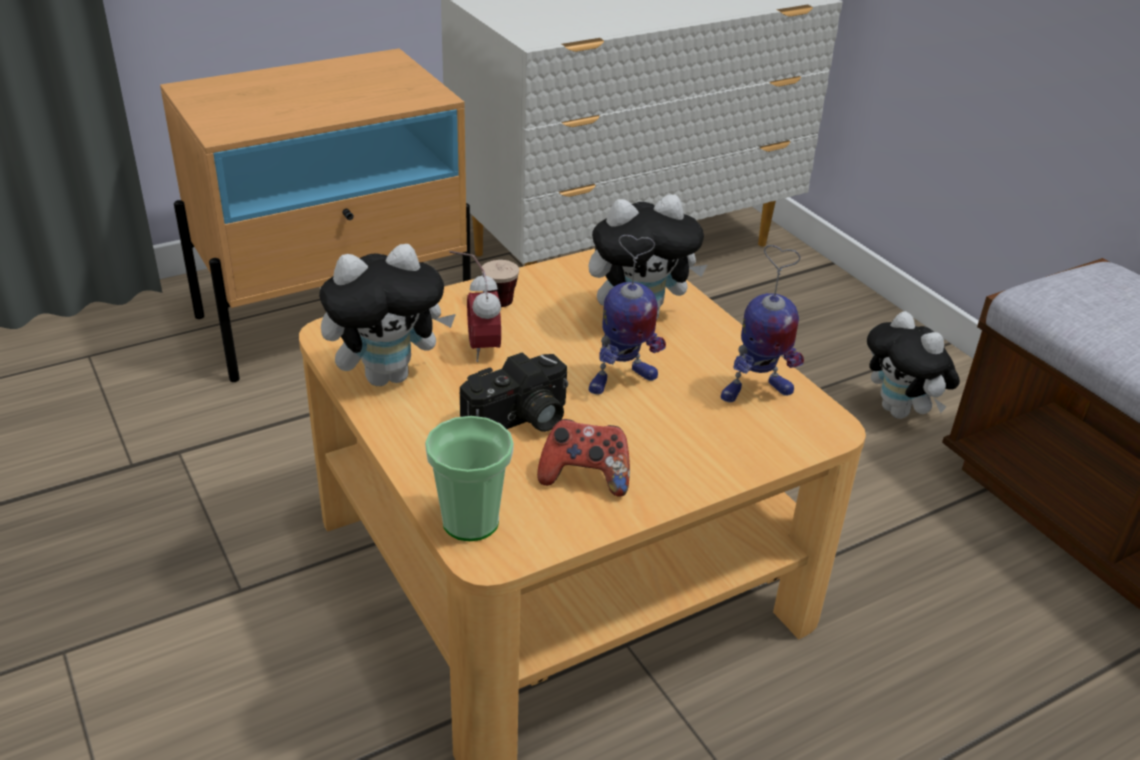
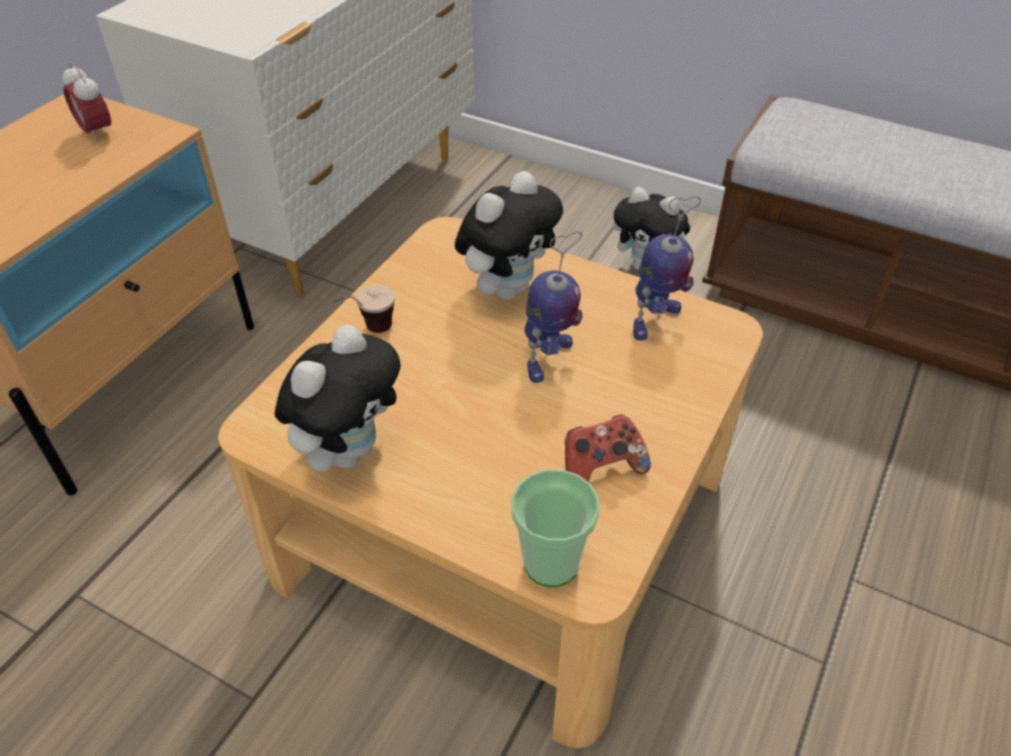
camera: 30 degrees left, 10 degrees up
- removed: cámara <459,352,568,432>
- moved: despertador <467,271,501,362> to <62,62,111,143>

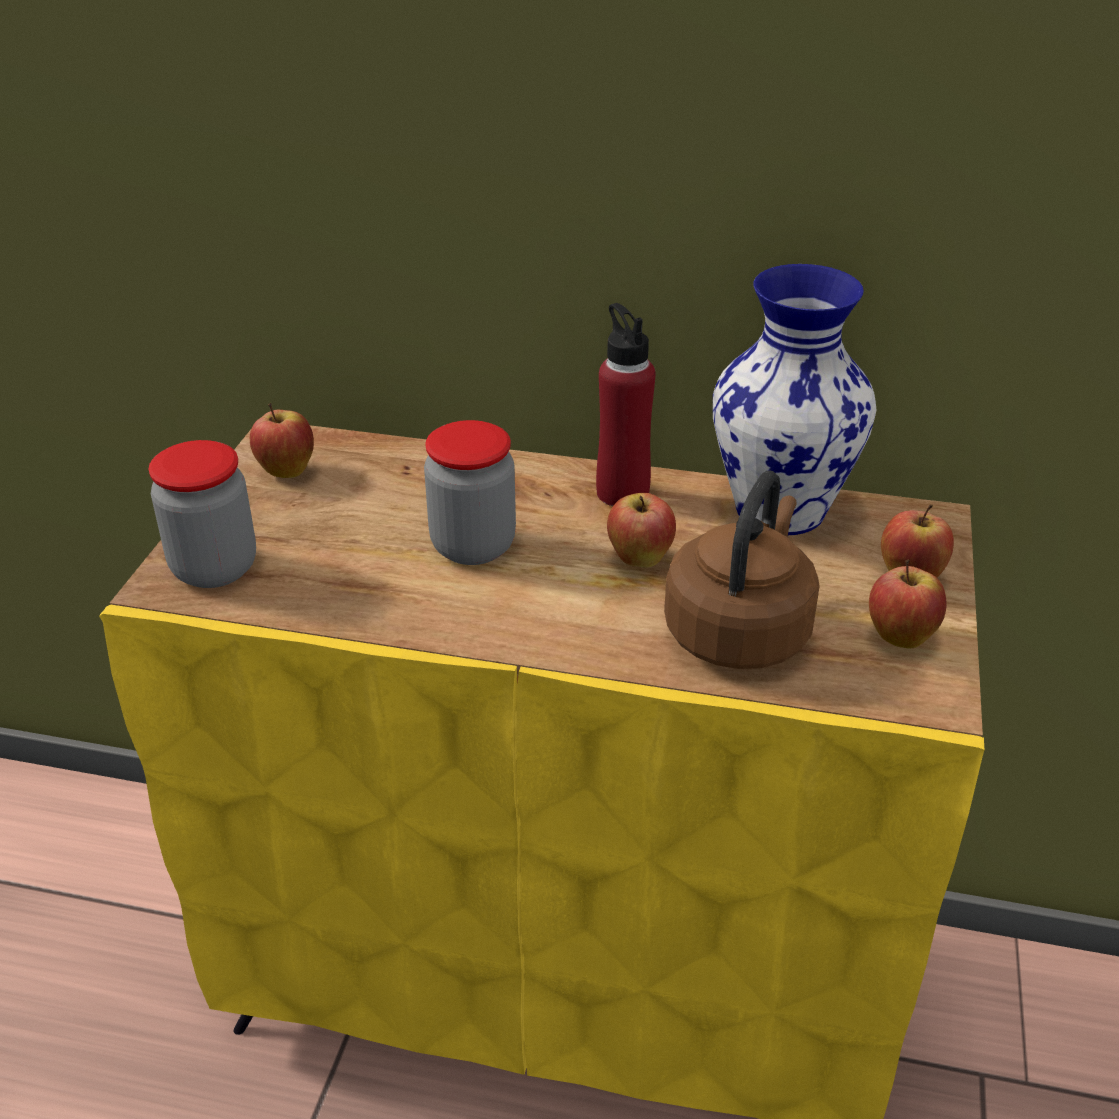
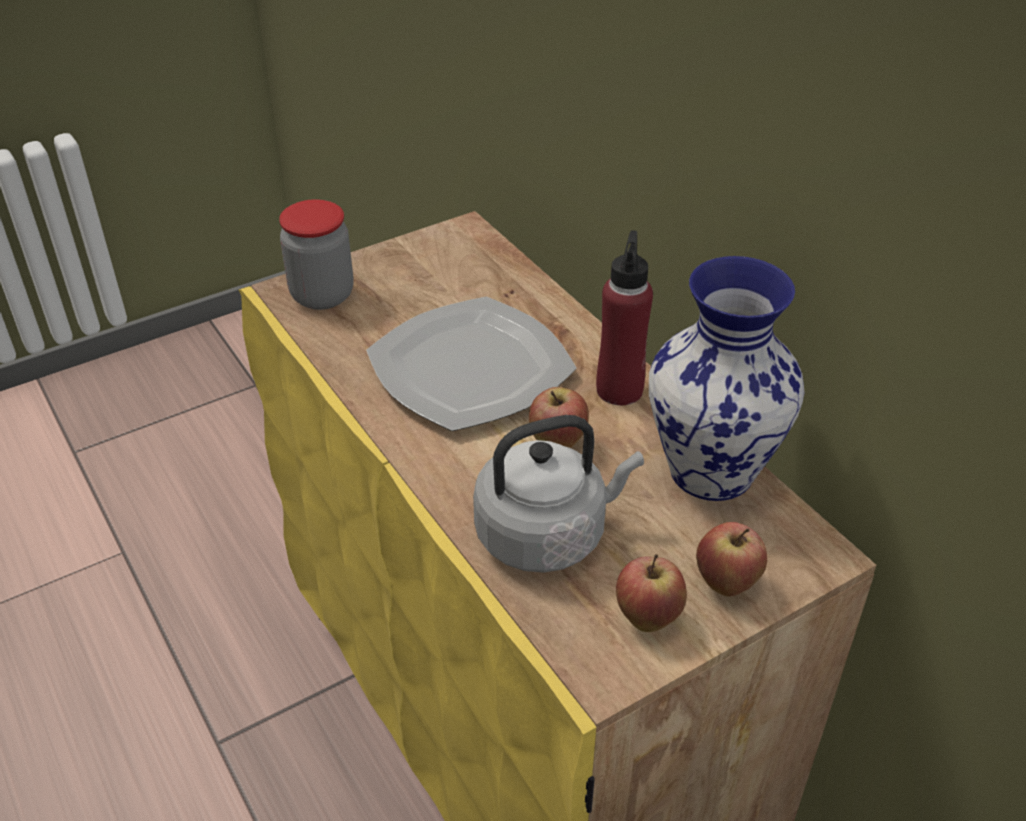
camera: 45 degrees right, 5 degrees up
- removed: manzana <250,403,314,478>
- replaced: tarro <424,420,516,565> to plato <366,296,577,431>
- recoloured: hervidor [marrón] <664,470,820,669> to hervidor [gris] <473,415,644,573>

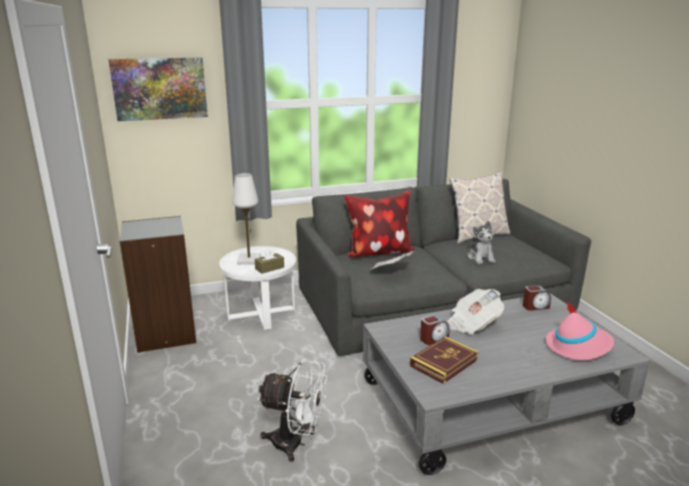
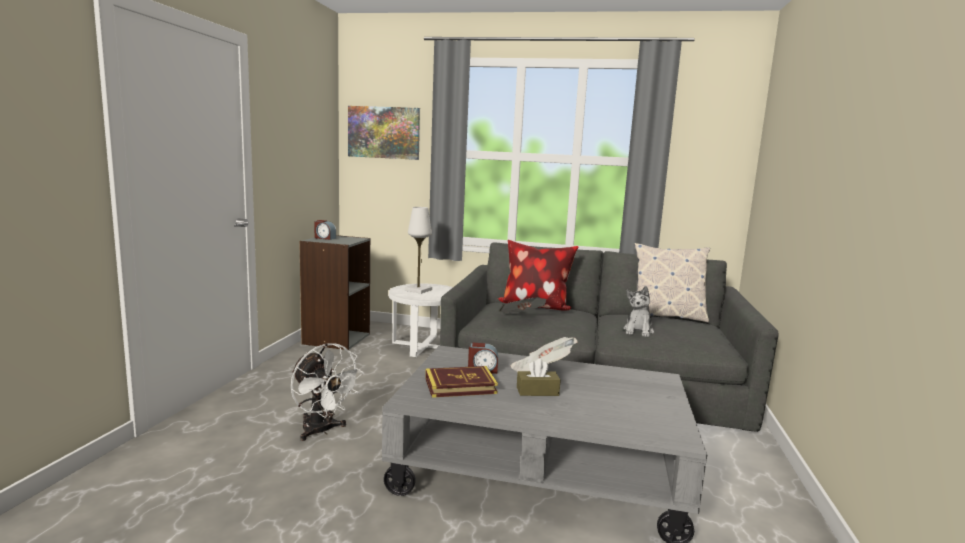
camera: 30 degrees right, 10 degrees down
- moved: caja de pañuelos [marrón] <255,247,284,274> to <517,359,561,396>
- moved: despertador <523,285,551,311> to <314,220,336,240>
- removed: sombrero [rosa] <546,300,614,360>

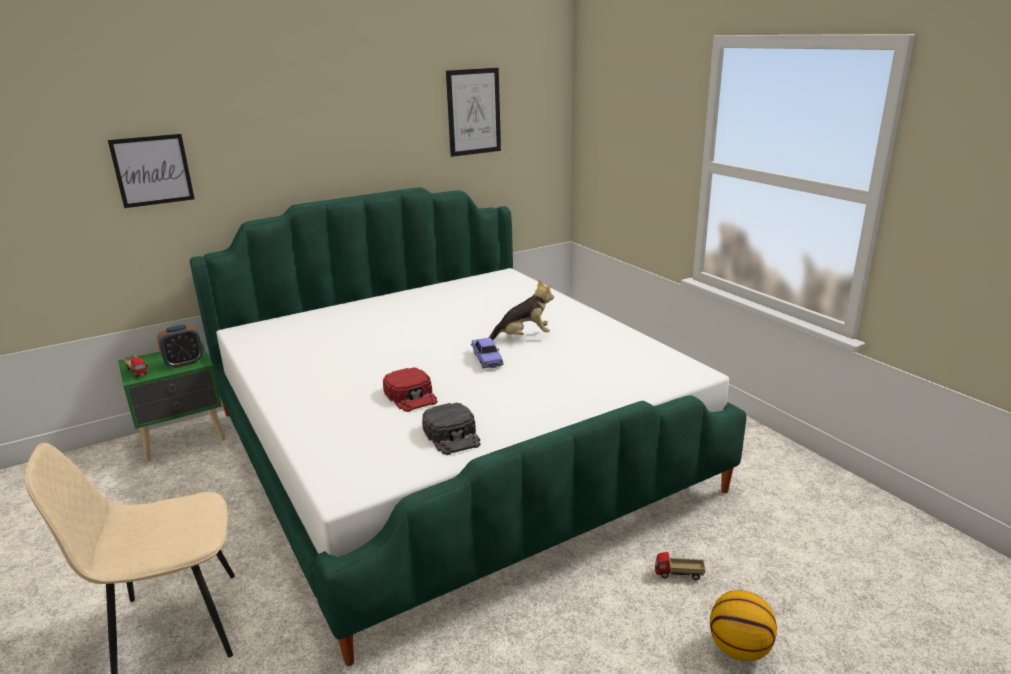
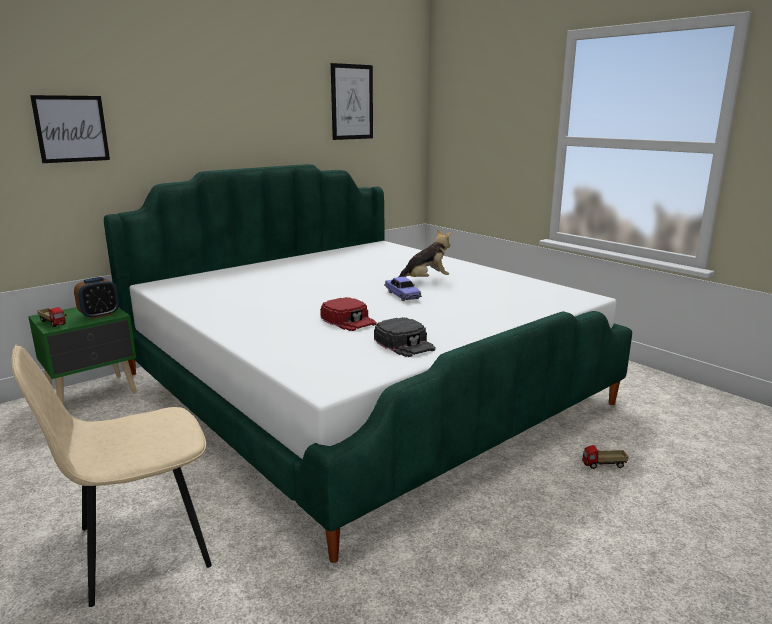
camera: 10 degrees left, 5 degrees down
- removed: balón de baloncesto <710,590,777,661>

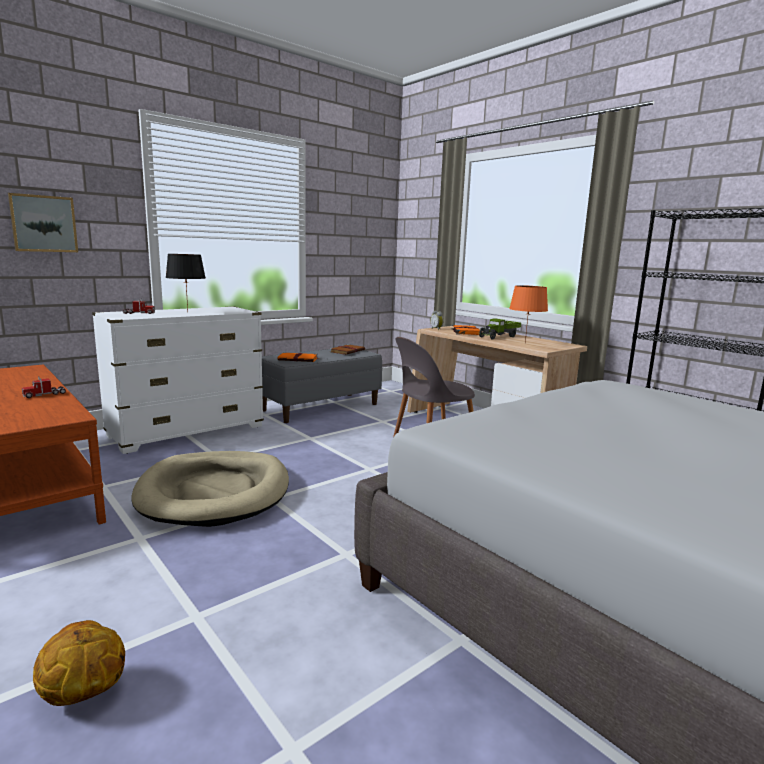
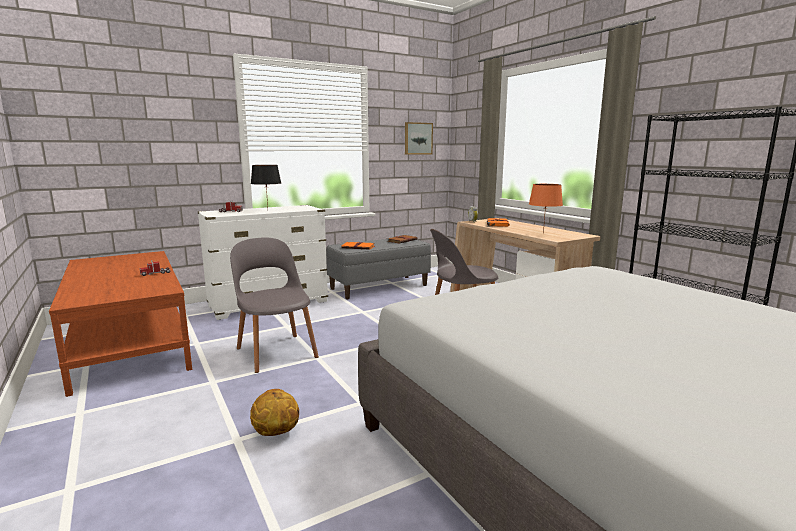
camera: 10 degrees right, 0 degrees up
- moved: cuadro <8,193,78,252> to <405,122,433,155>
- moved: balón de baloncesto <33,620,125,706> to <250,389,299,436>
- replaced: cama para perro [beis] <131,451,289,527> to silla [gris] <230,237,319,373>
- removed: camión de juguete <478,318,521,339>

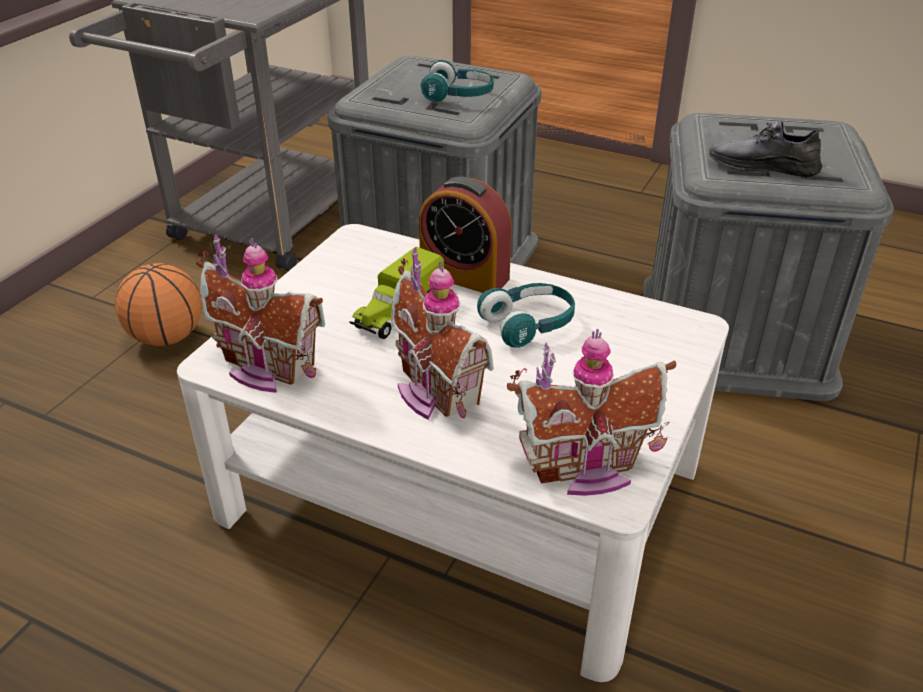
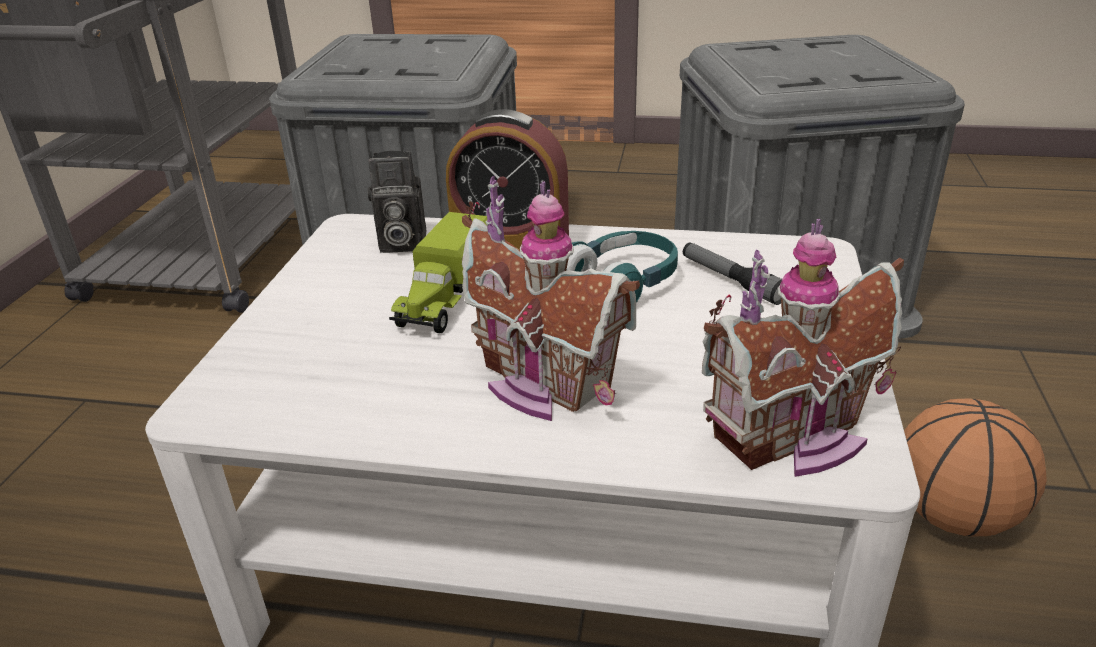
camera: 15 degrees left, 5 degrees down
- moved: balón de baloncesto <115,263,202,346> to <904,398,1047,537>
- removed: casita <196,234,325,393>
- removed: auriculares [turquesa] <420,60,494,102>
- removed: zapato [gris] <709,120,822,177>
- added: cámara <368,151,426,253>
- added: linterna <683,242,782,305>

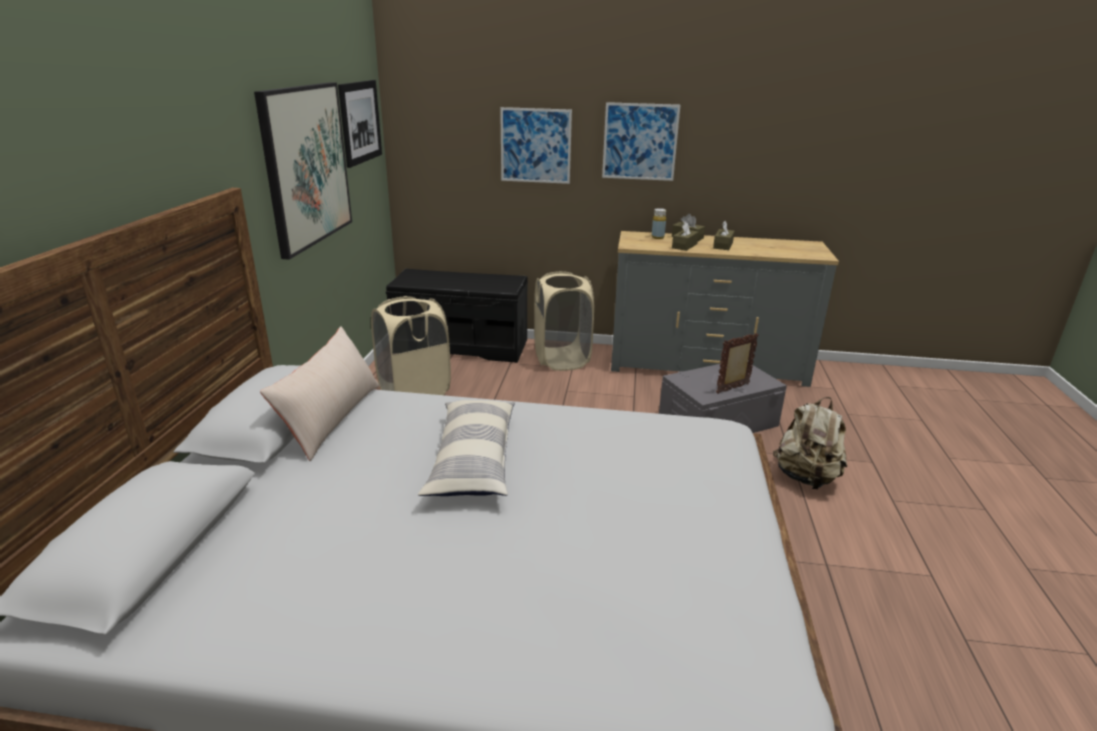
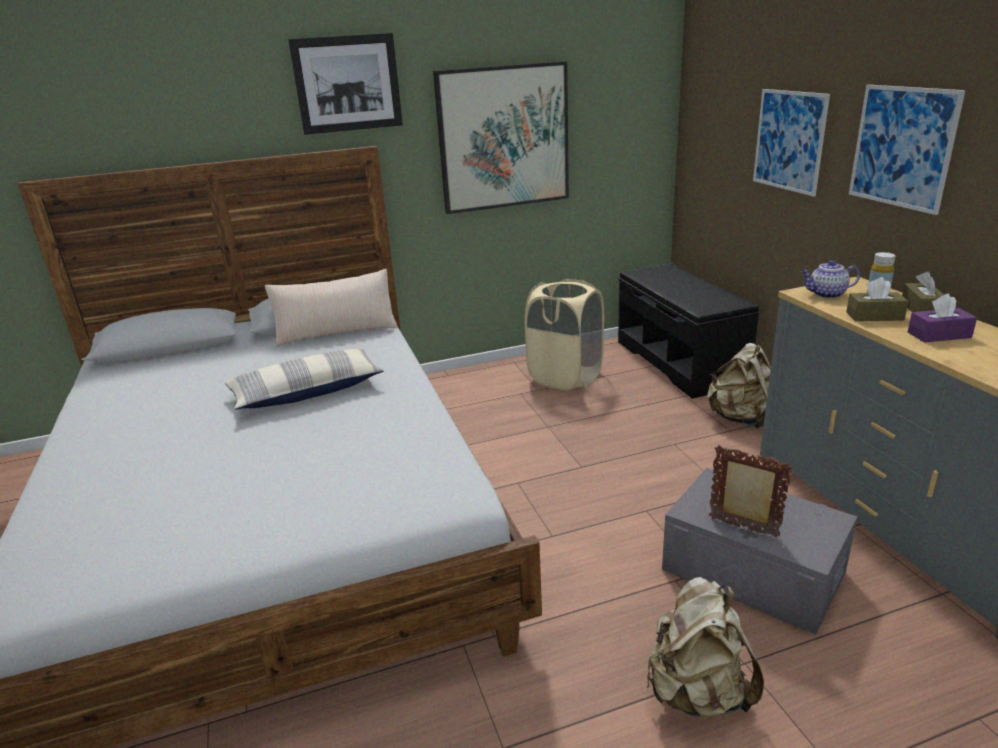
camera: 65 degrees right, 0 degrees up
- moved: cuadro <338,80,382,168> to <288,33,403,135>
- replaced: cesto de la ropa [beis] <534,271,594,371> to mochila [beis] <706,343,771,429>
- recoloured: caja de pañuelos [marrón] <713,221,735,250> to caja de pañuelos [morado] <908,293,977,343>
- added: tetera <801,260,860,298>

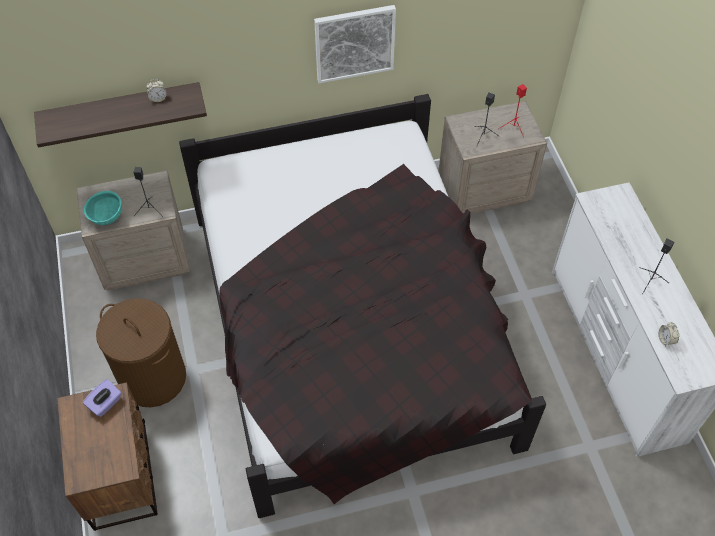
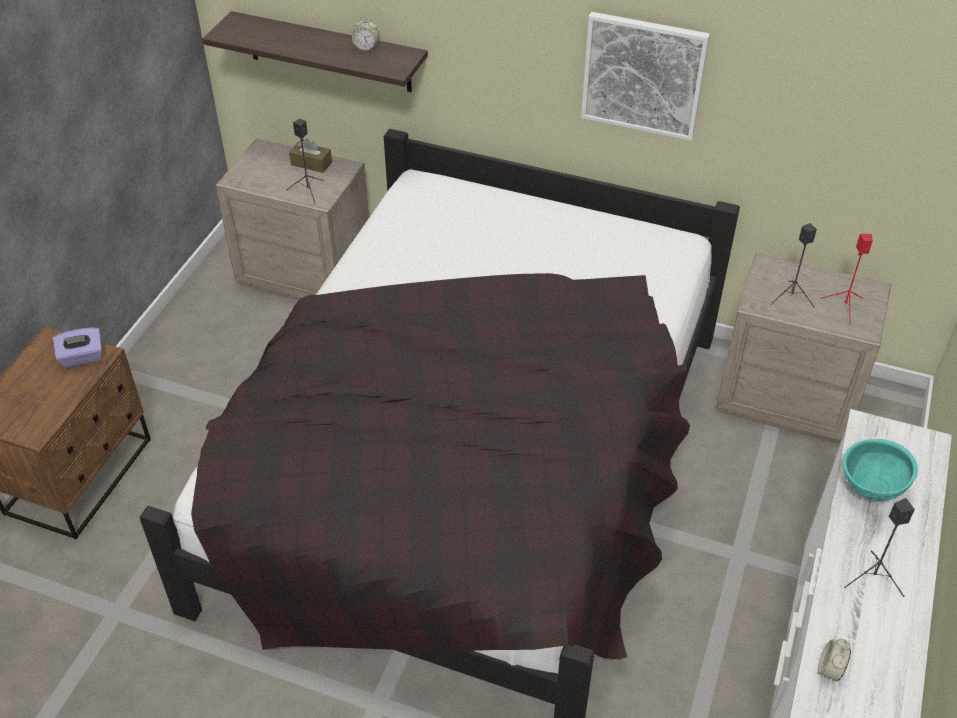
camera: 35 degrees right, 10 degrees down
- moved: cuenco [turquesa] <84,191,122,225> to <843,439,918,501>
- removed: cesto de la ropa [marrón] <96,298,186,407>
- added: caja de pañuelos [marrón] <289,138,332,173>

